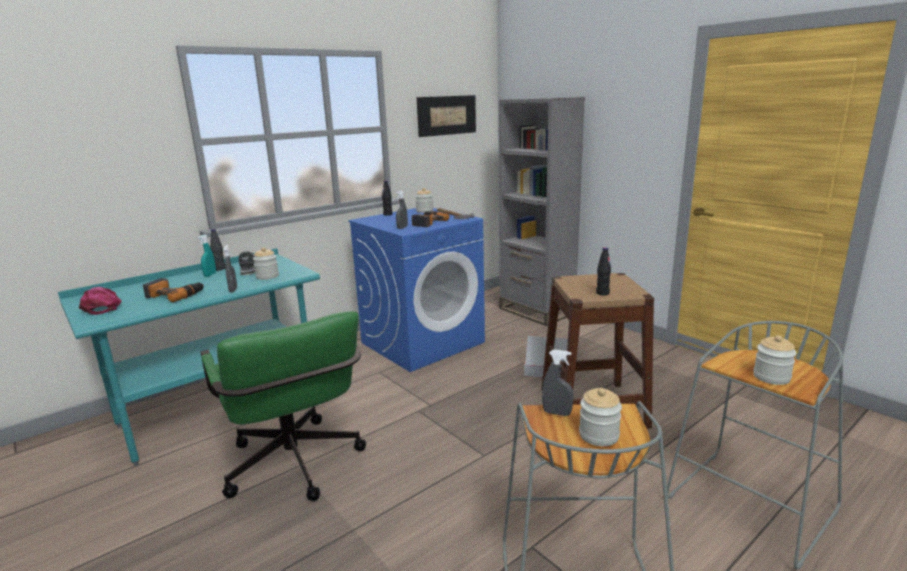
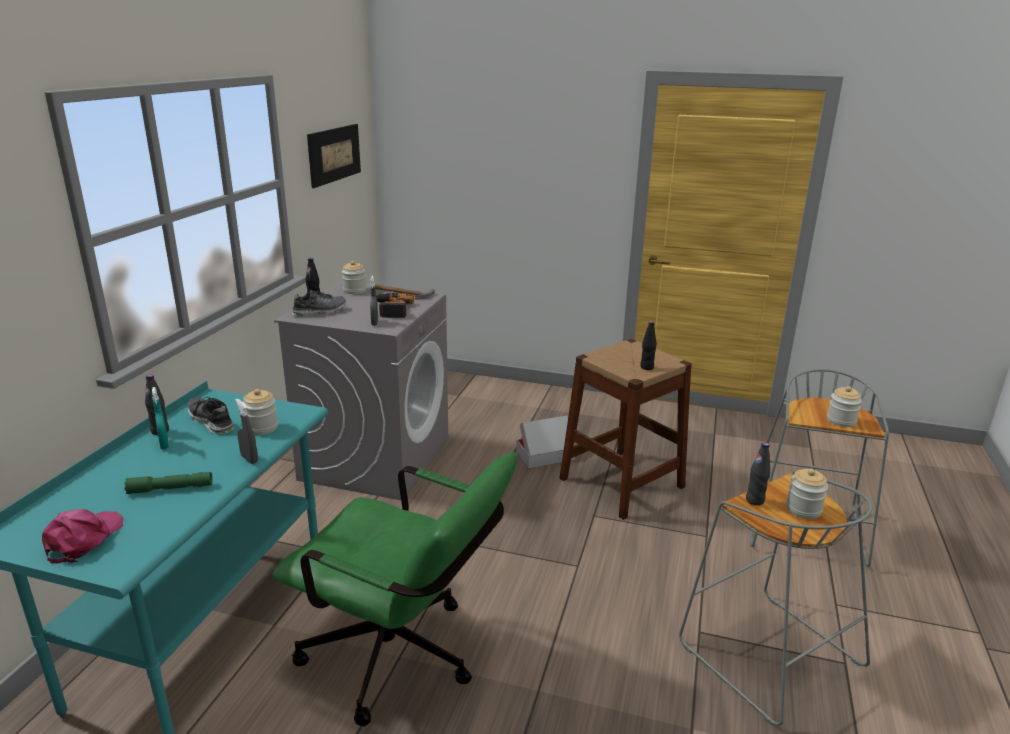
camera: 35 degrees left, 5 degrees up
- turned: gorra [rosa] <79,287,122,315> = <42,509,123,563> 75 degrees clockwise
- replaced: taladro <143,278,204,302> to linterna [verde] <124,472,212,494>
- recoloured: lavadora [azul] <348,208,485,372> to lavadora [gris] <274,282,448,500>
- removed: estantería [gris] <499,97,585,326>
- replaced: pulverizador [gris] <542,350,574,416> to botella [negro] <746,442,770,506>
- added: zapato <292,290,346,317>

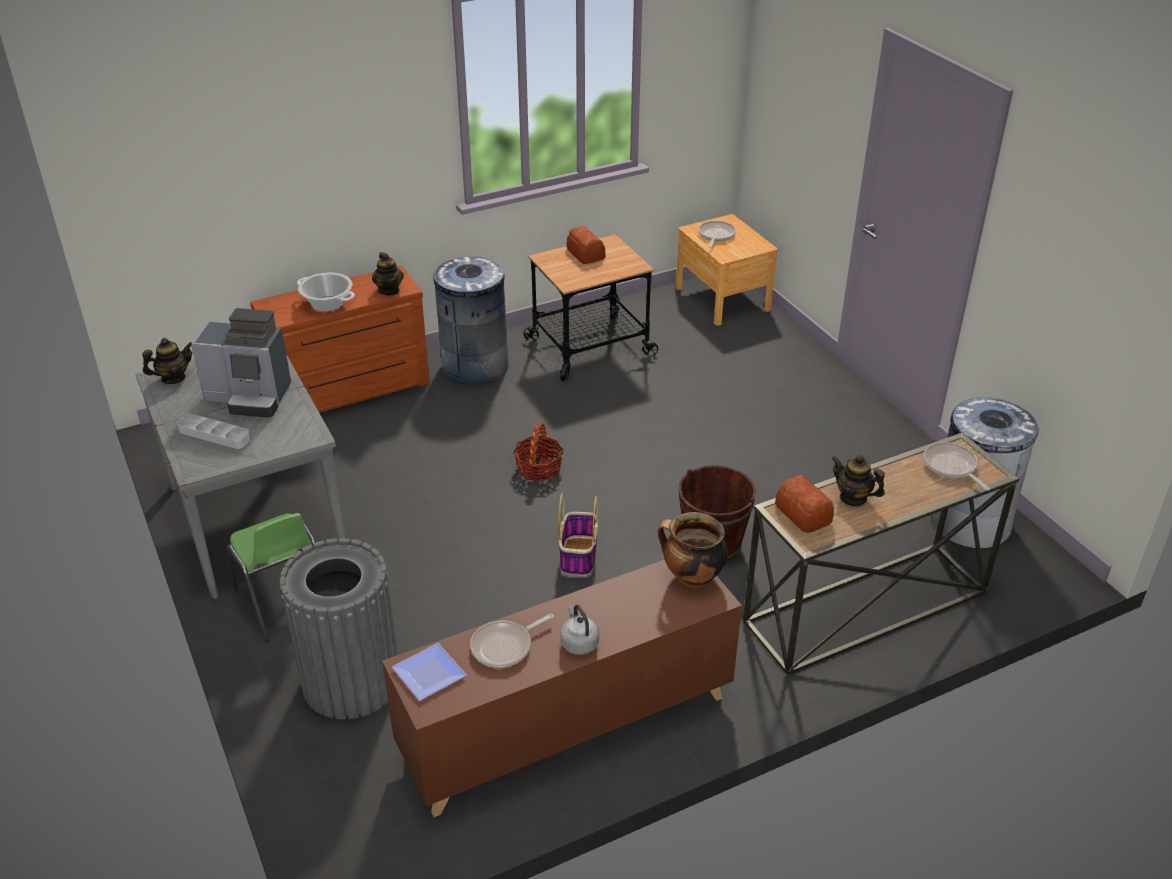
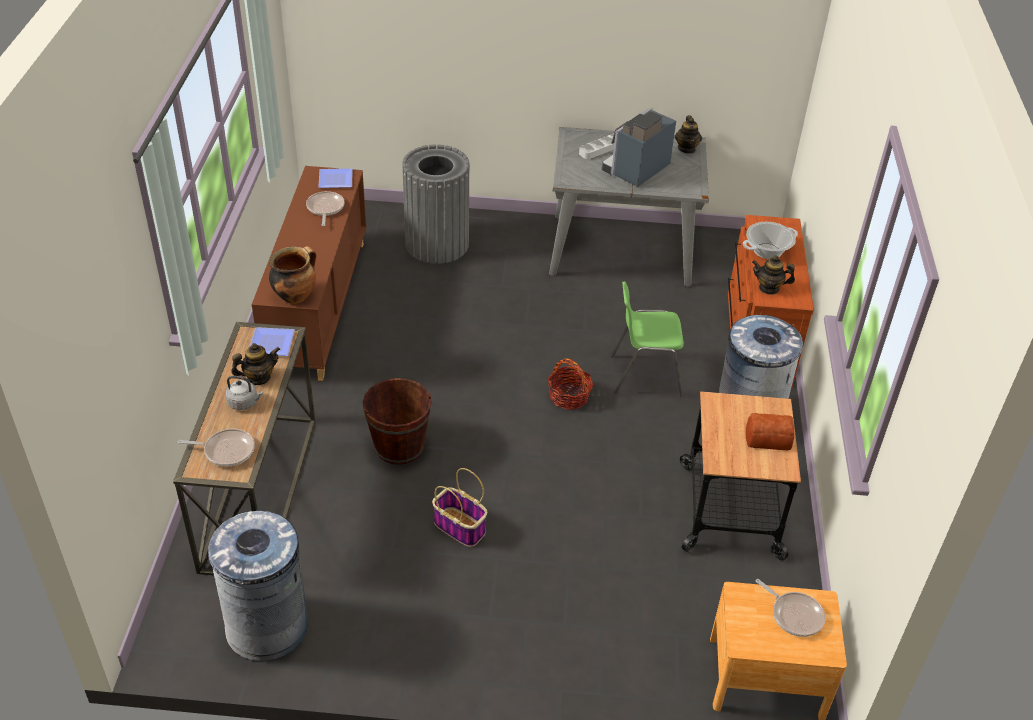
camera: 120 degrees right, 5 degrees up
- moved: silla [verde] <227,513,316,642> to <611,281,684,396>
- moved: cesta <558,493,598,576> to <432,468,487,547>
- moved: hervidor [gris] <561,605,599,655> to <225,376,263,410>
- replaced: pan <775,475,834,533> to plato <250,327,295,356>

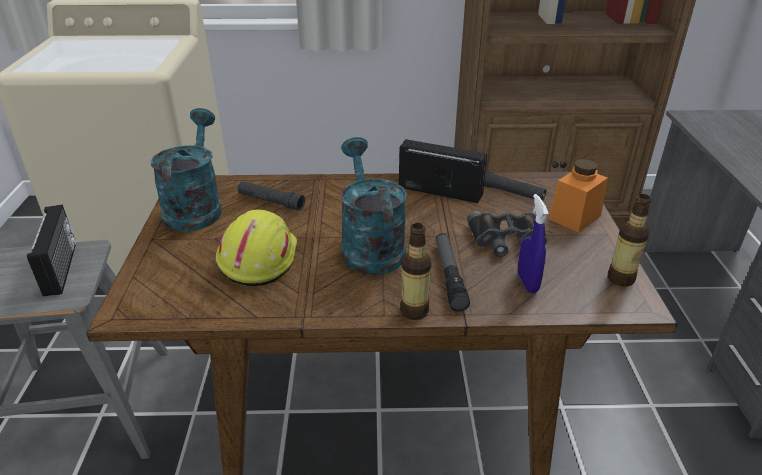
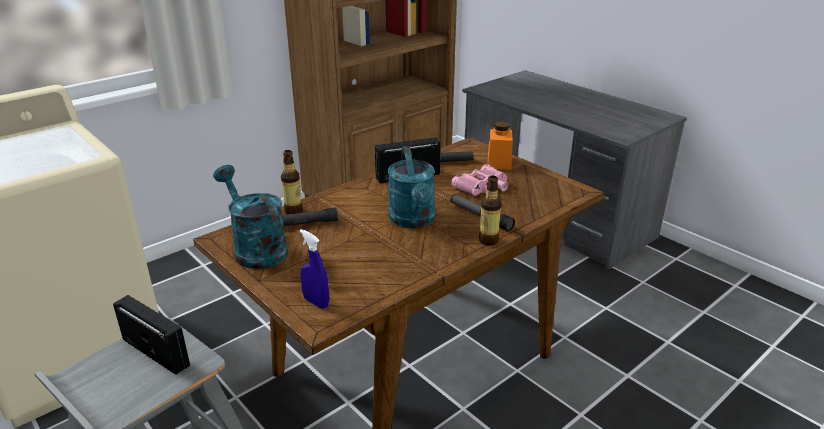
camera: 40 degrees left, 5 degrees down
- removed: casco [amarillo] <216,210,297,286>
- turned: regadera [turquesa] <341,137,407,275> = <388,146,435,228> 135 degrees counterclockwise
- recoloured: prismáticos [negro] <467,211,547,257> to prismáticos [rosa] <451,164,508,196>
- moved: pulverizador [azul] <518,194,549,293> to <300,229,329,309>
- moved: botella <608,194,652,287> to <281,150,303,214>

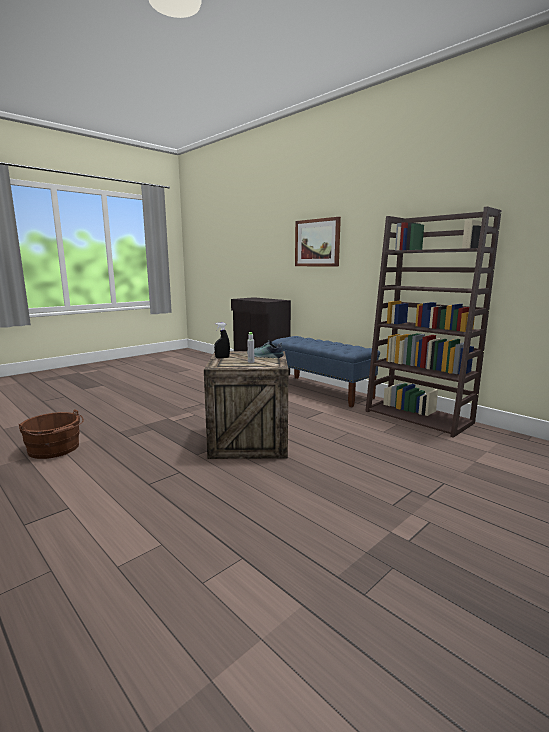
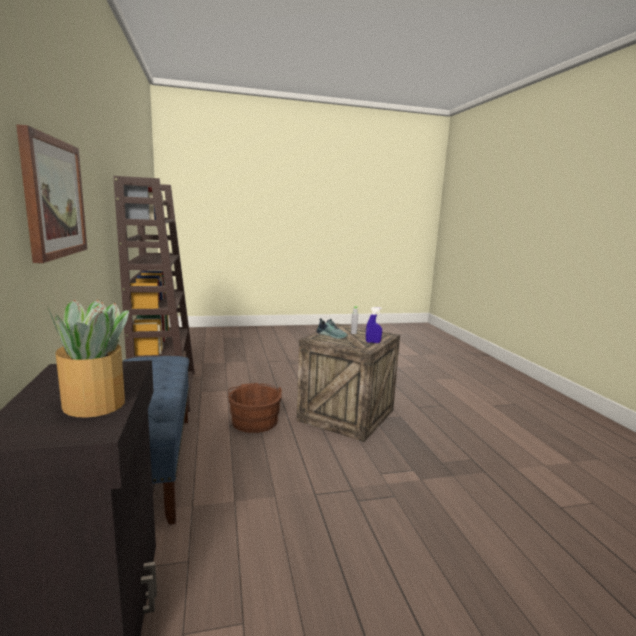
camera: 150 degrees left, 0 degrees up
- moved: cubo [marrón] <19,409,84,459> to <227,383,282,433>
- recoloured: pulverizador [negro] <214,323,230,358> to pulverizador [azul] <366,307,382,343>
- added: planta en maceta <47,300,129,418>

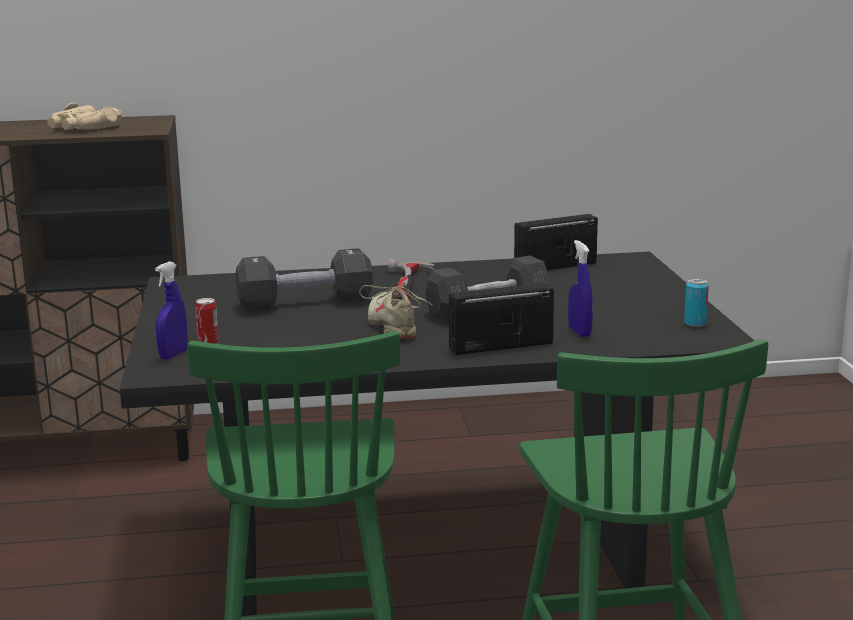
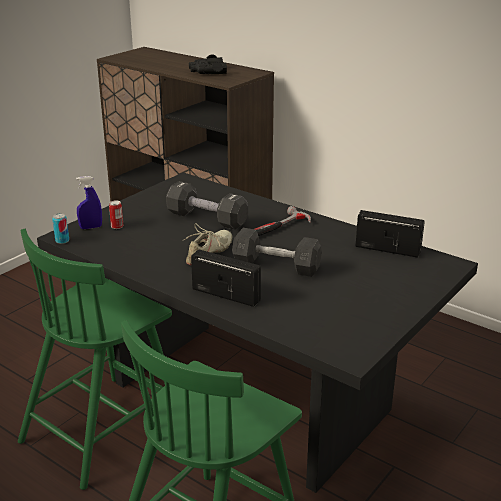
camera: 45 degrees right, 10 degrees up
- recoloured: prismáticos [beis] <47,103,122,130> to prismáticos [negro] <189,54,227,74>
- removed: pulverizador [azul] <568,240,593,337>
- moved: lata <684,278,709,327> to <52,213,69,244>

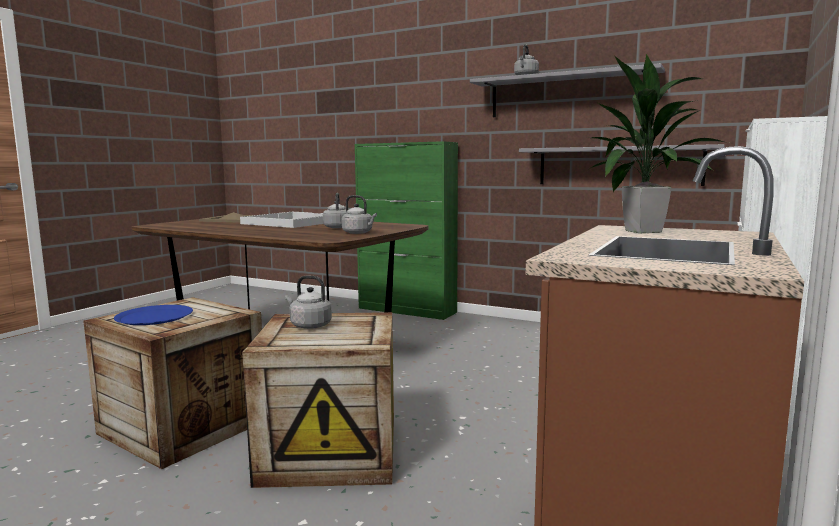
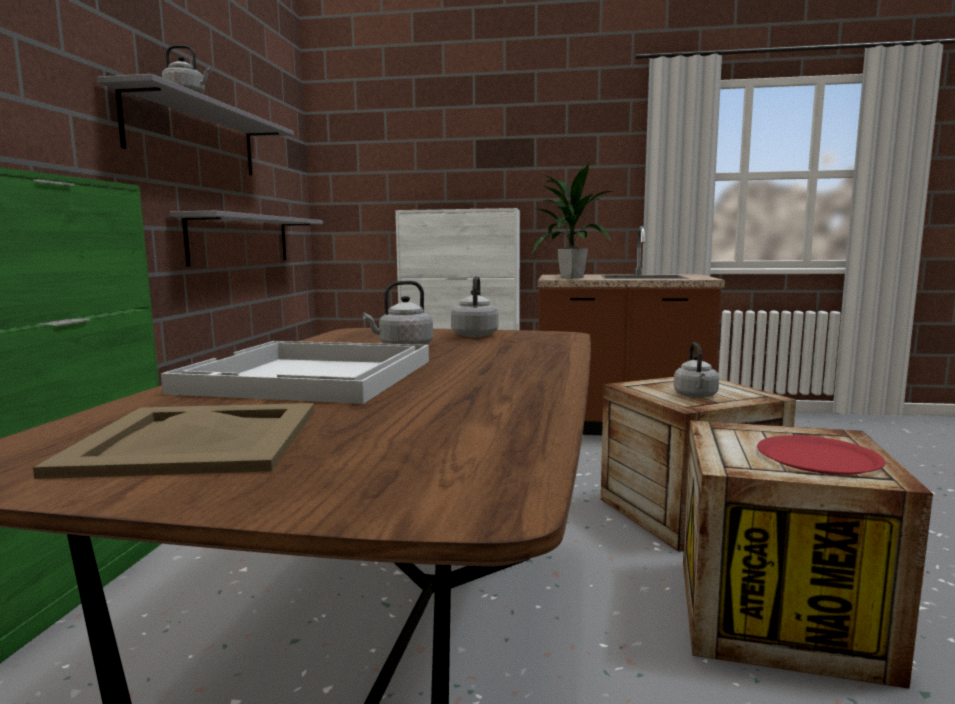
camera: 110 degrees left, 0 degrees up
- recoloured: plato [azul] <114,305,193,325> to plato [rojo] <757,435,885,475>

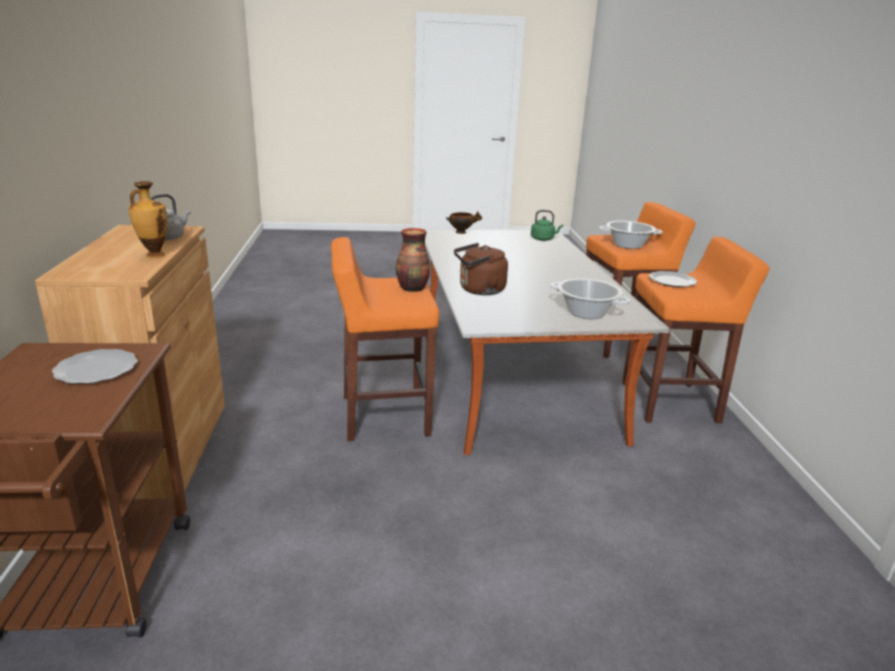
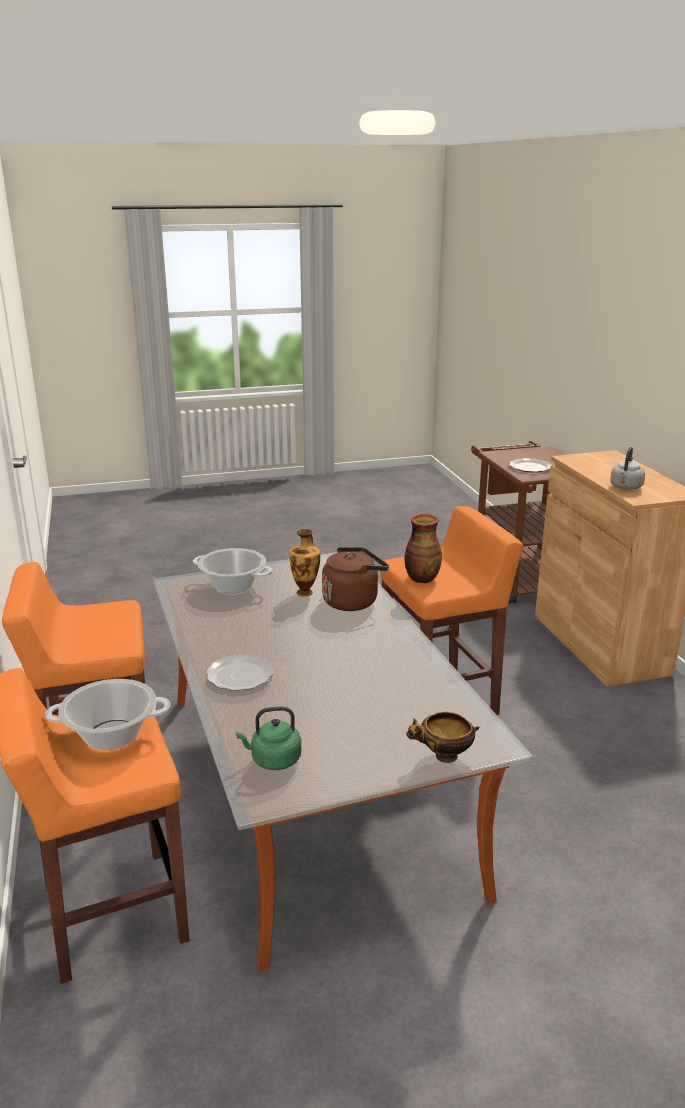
camera: 170 degrees right, 0 degrees up
- moved: florero <128,181,167,258> to <290,529,320,597>
- moved: plato <649,271,697,287> to <207,654,274,691>

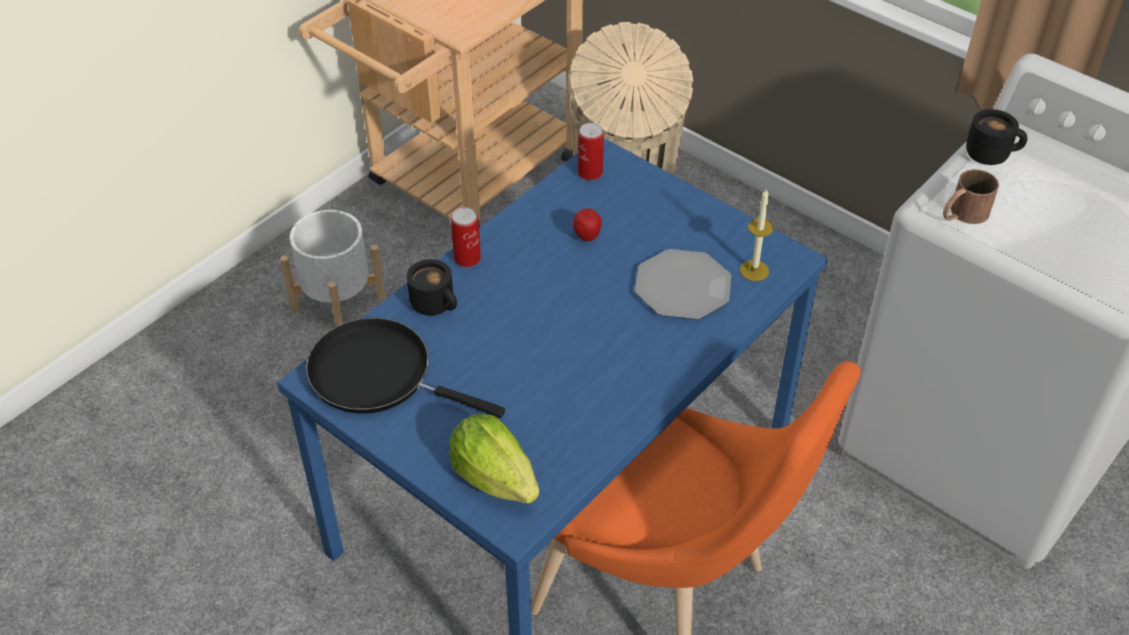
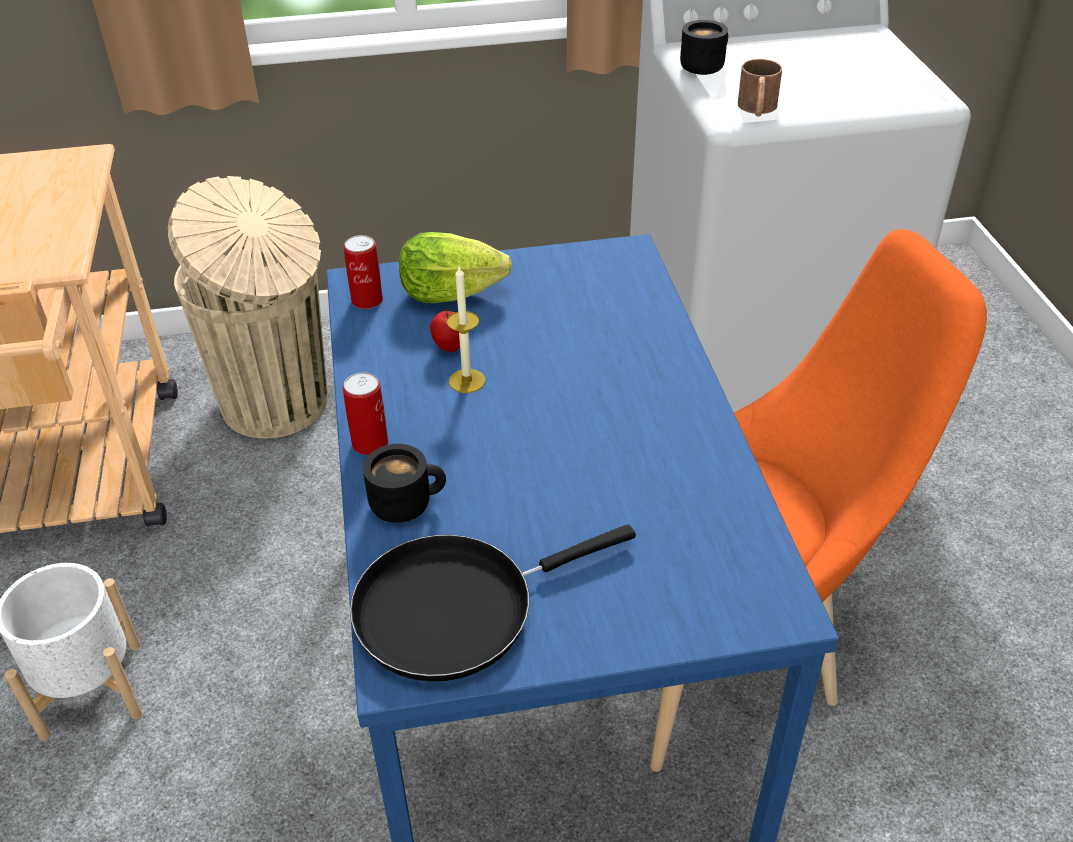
camera: 50 degrees left, 5 degrees down
- moved: lechuga <449,414,539,504> to <399,232,512,303>
- removed: plato <635,249,731,320>
- moved: vela <740,188,774,281> to <447,267,485,393>

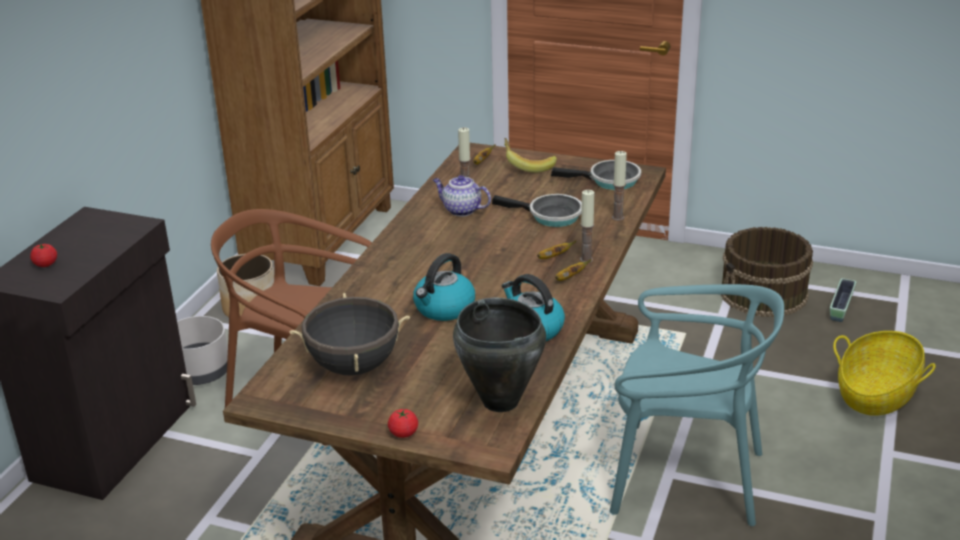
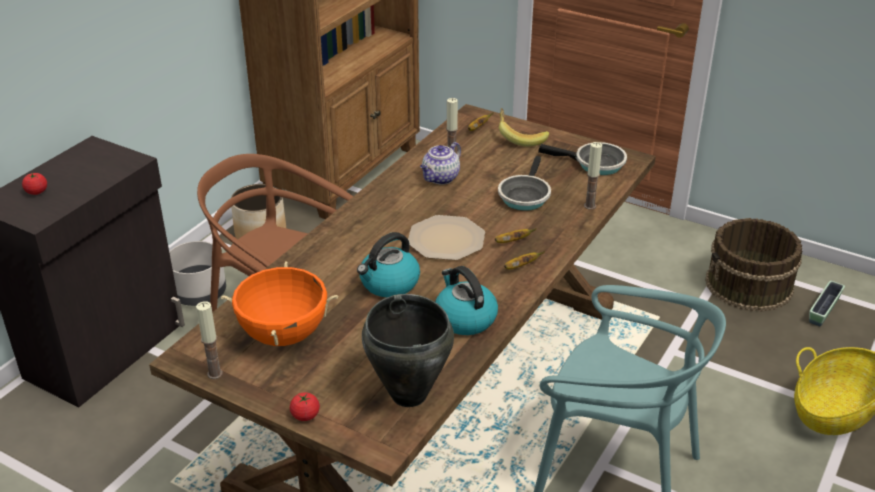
camera: 10 degrees right, 5 degrees up
- recoloured: olla [negro] <289,293,410,376> to olla [naranja] <221,261,338,346>
- turned: tetera <433,175,491,216> = <420,142,461,185> 90 degrees counterclockwise
- turned: sartén <492,194,582,227> = <498,156,551,211> 75 degrees clockwise
- moved: vela <580,190,594,263> to <196,301,223,379>
- added: plato <408,215,485,260>

